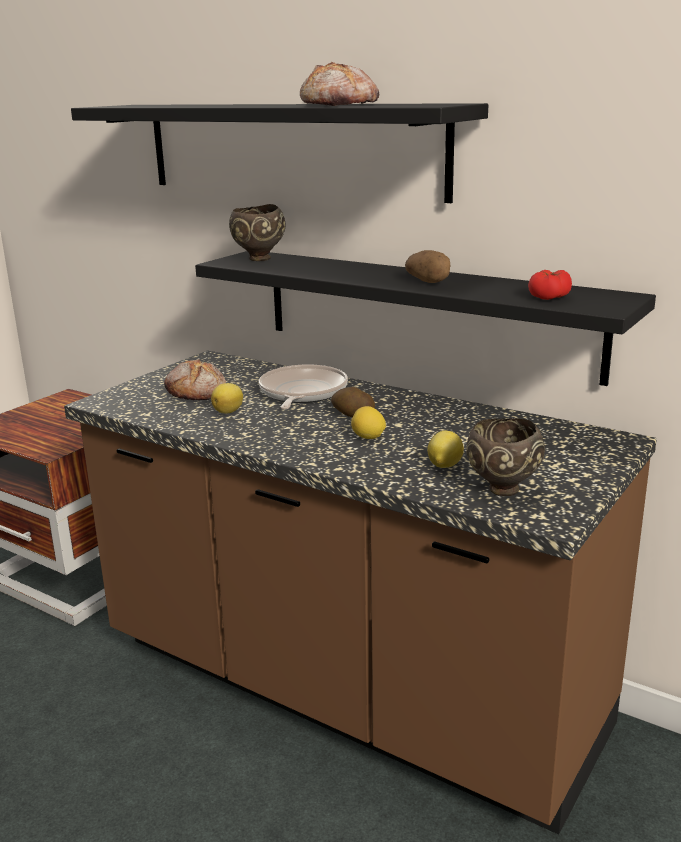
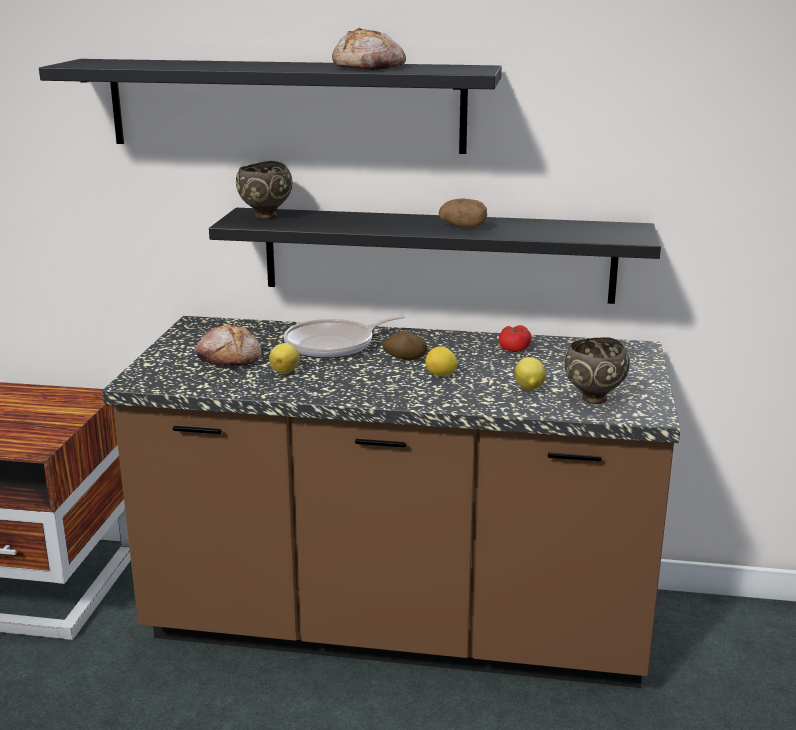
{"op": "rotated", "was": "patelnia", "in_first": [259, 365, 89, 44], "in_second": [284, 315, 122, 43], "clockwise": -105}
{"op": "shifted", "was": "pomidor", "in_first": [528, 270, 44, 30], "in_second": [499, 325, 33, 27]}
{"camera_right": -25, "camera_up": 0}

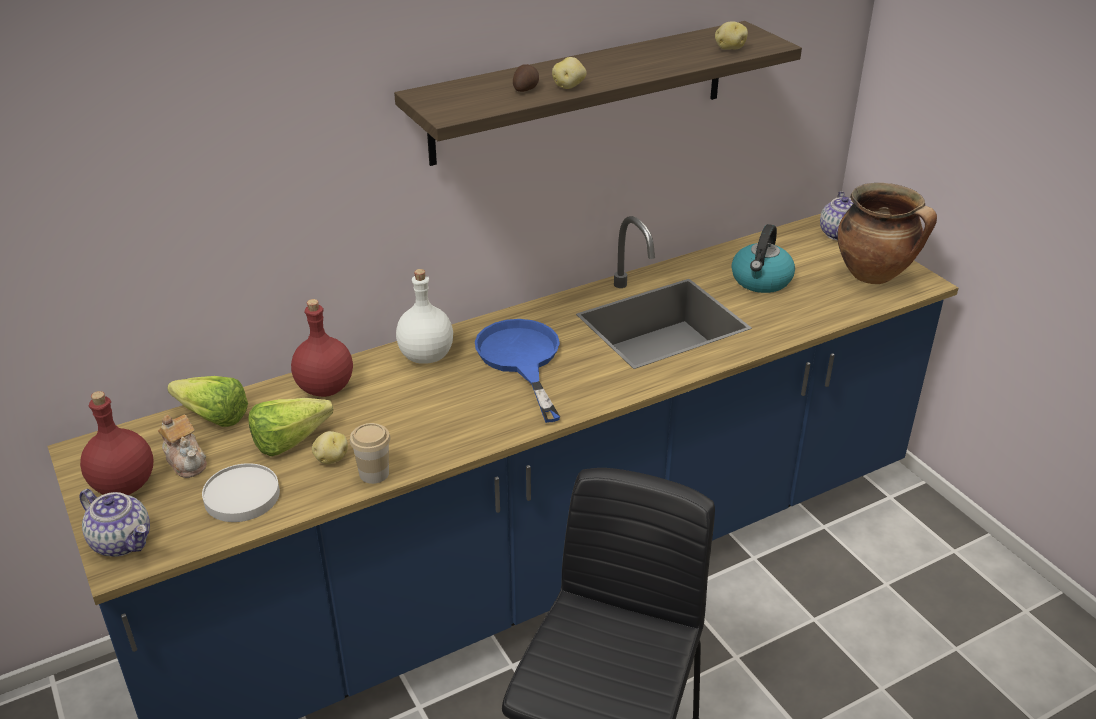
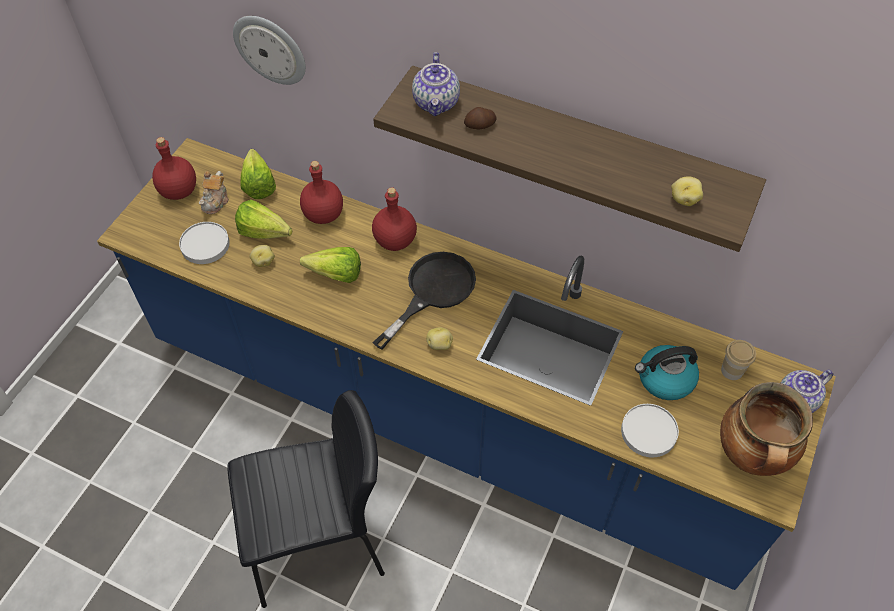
{"op": "shifted", "was": "imbryk", "in_first": [79, 489, 71, 68], "in_second": [412, 52, 48, 64]}
{"op": "shifted", "was": "filiżanka", "in_first": [350, 423, 41, 61], "in_second": [721, 340, 35, 40]}
{"op": "repainted", "was": "butelka [biały]", "now": "butelka [czerwony]", "in_first": [396, 269, 57, 95], "in_second": [372, 187, 45, 64]}
{"op": "repainted", "was": "patelnia [niebieski]", "now": "patelnia [czarny]", "in_first": [475, 319, 85, 104], "in_second": [372, 252, 104, 98]}
{"op": "shifted", "was": "ziemniak", "in_first": [552, 57, 35, 32], "in_second": [426, 327, 27, 23]}
{"op": "new", "now": "zegar ścienny", "in_second": [233, 16, 73, 69]}
{"op": "new", "now": "sałata", "in_second": [300, 247, 61, 36]}
{"op": "new", "now": "talerz [biały]", "in_second": [621, 404, 58, 53]}
{"camera_right": 55, "camera_up": 20}

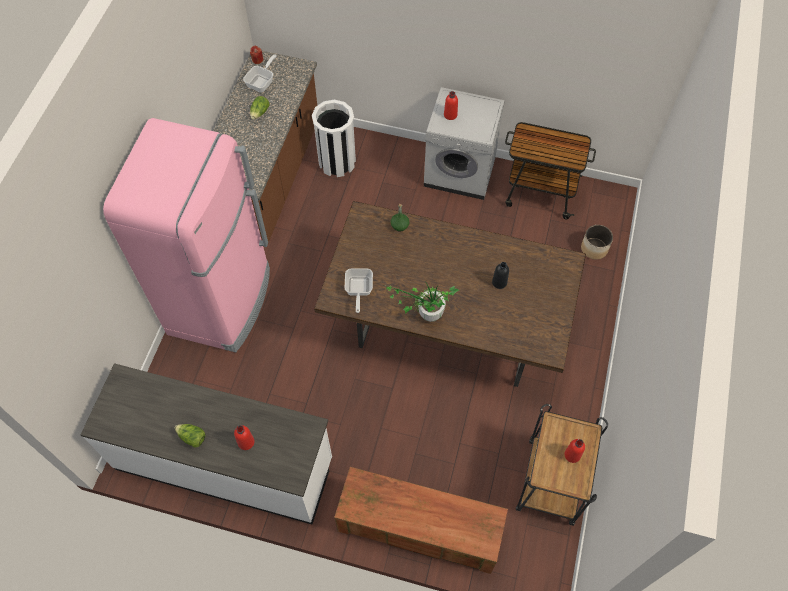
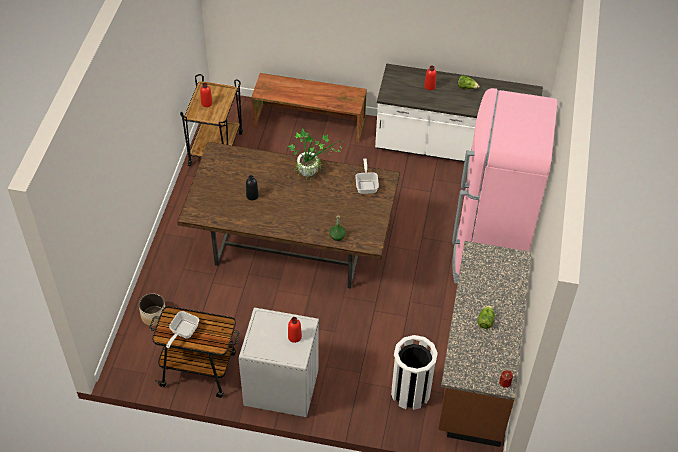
{"op": "shifted", "was": "patelnia", "in_first": [243, 55, 34, 37], "in_second": [166, 311, 33, 37]}
{"camera_right": 175, "camera_up": -10}

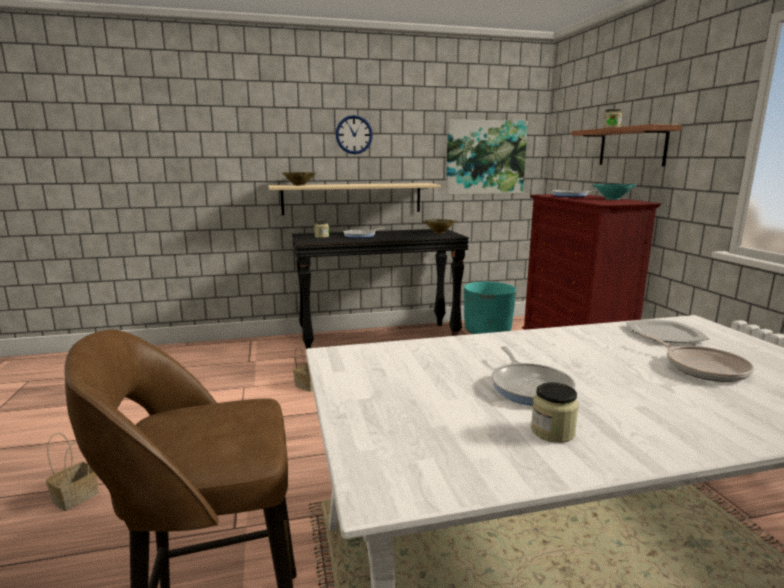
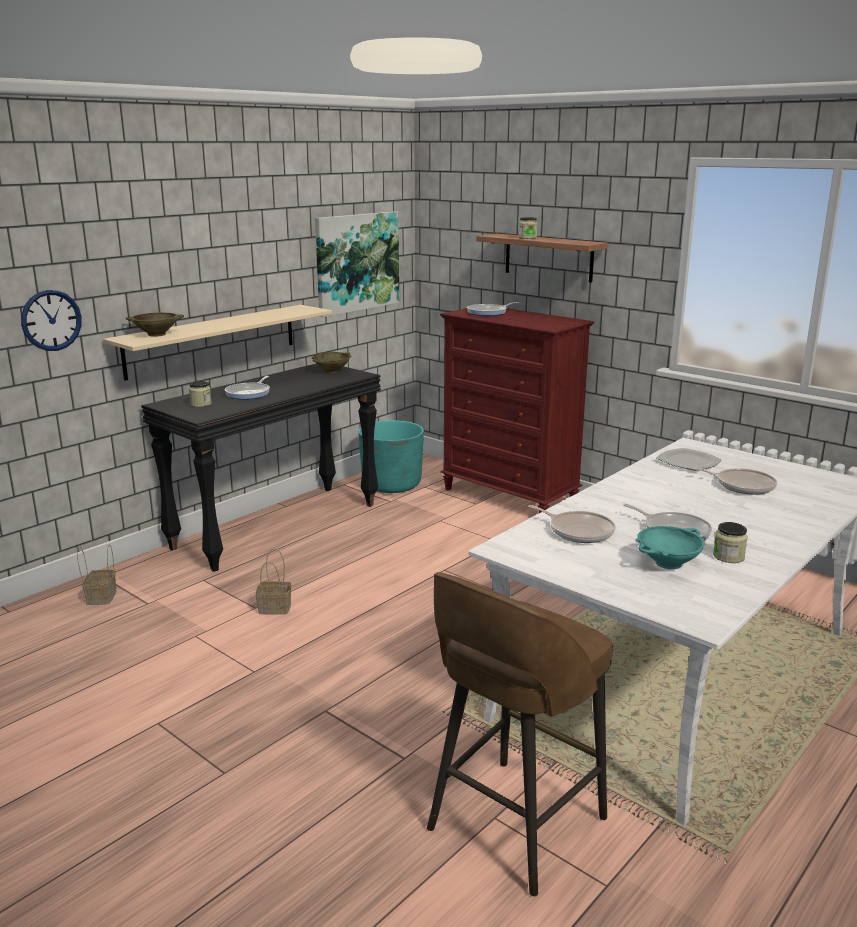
{"op": "shifted", "was": "koszyk", "in_first": [46, 433, 53, 78], "in_second": [77, 545, 40, 60]}
{"op": "shifted", "was": "zegar ścienny", "in_first": [336, 115, 37, 39], "in_second": [21, 290, 61, 61]}
{"op": "shifted", "was": "miska [turkusowy]", "in_first": [592, 184, 44, 16], "in_second": [635, 526, 70, 43]}
{"op": "new", "now": "patelnia", "in_second": [528, 505, 87, 38]}
{"camera_right": -35, "camera_up": 5}

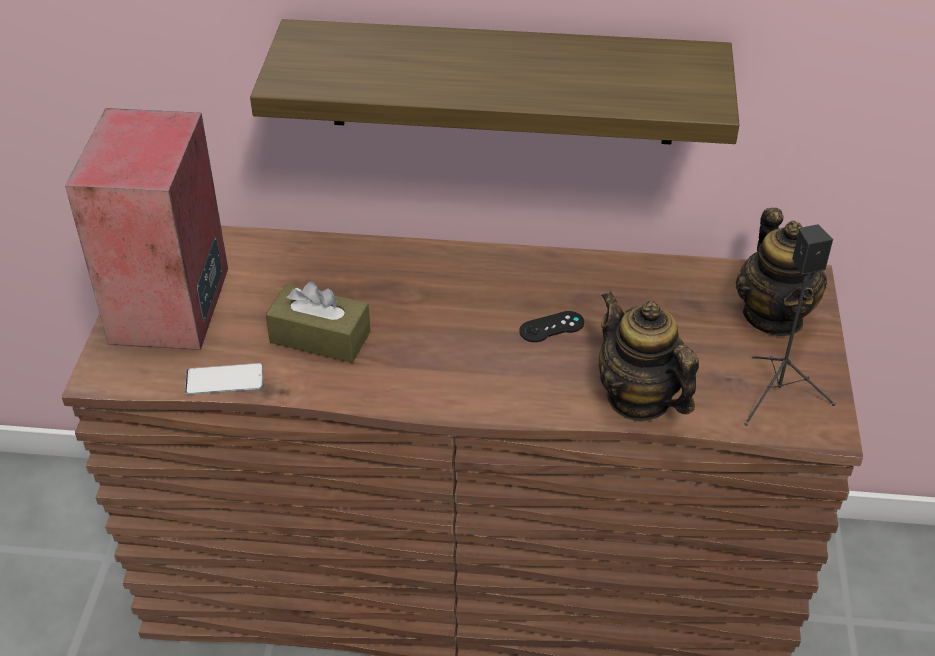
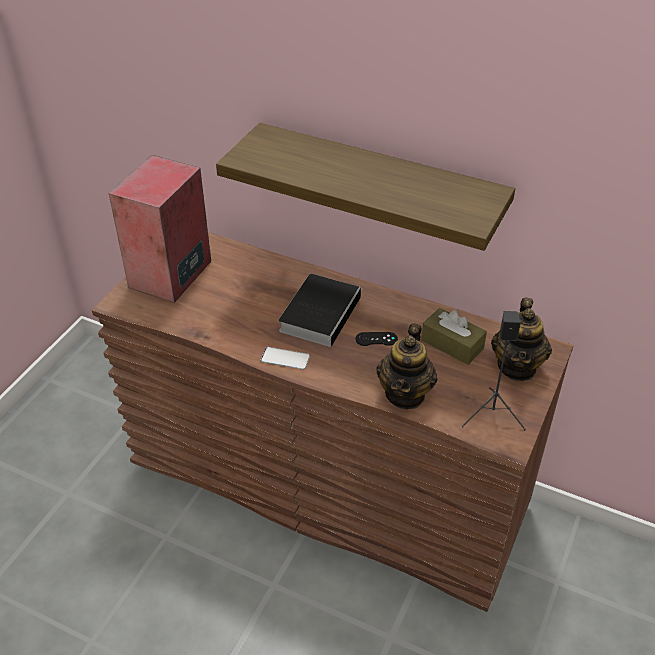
{"op": "shifted", "was": "telefon", "in_first": [185, 363, 78, 32], "in_second": [261, 347, 49, 22]}
{"op": "shifted", "was": "pudełko chusteczek [brązowy]", "in_first": [266, 281, 105, 82], "in_second": [421, 308, 66, 57]}
{"op": "rotated", "was": "imbryk", "in_first": [599, 291, 100, 130], "in_second": [376, 323, 61, 86], "clockwise": -150}
{"op": "new", "now": "książka", "in_second": [279, 274, 83, 73]}
{"camera_right": 20, "camera_up": 0}

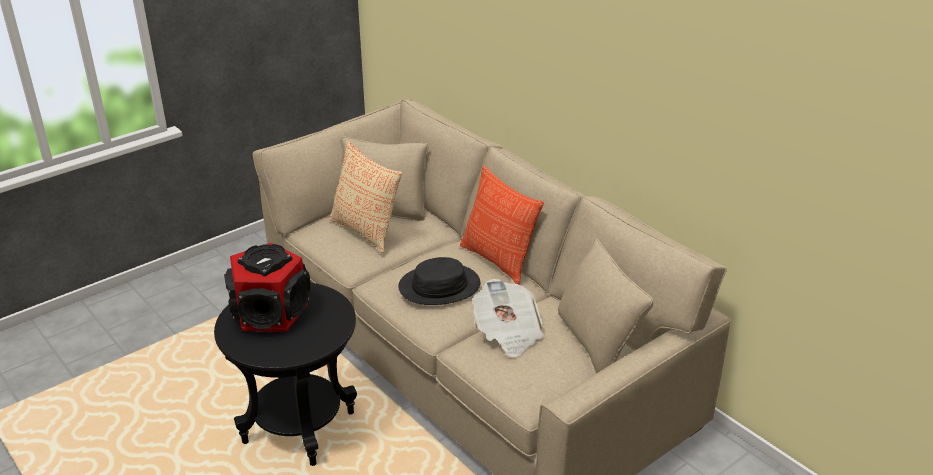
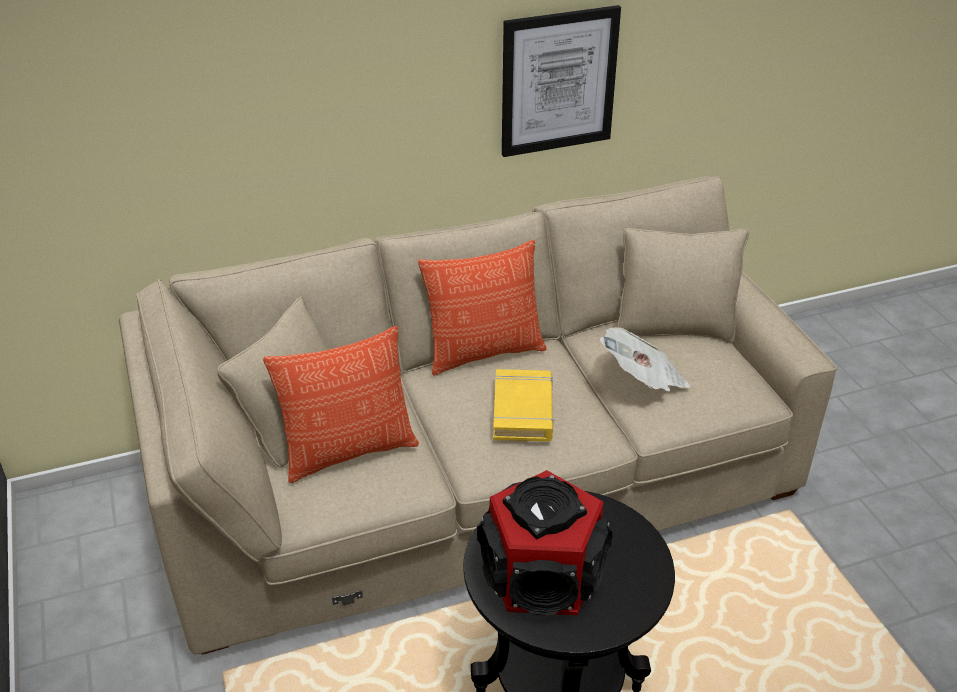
{"op": "repainted", "was": "poduszka [beżowy]", "now": "poduszka [pomarańczowy]", "in_first": [329, 141, 73, 112], "in_second": [263, 326, 156, 157]}
{"op": "swapped", "was": "kapelusz [czarny]", "now": "książka [żółty]", "in_first": [398, 257, 82, 48], "in_second": [493, 369, 61, 73]}
{"op": "new", "now": "obraz", "in_second": [502, 5, 119, 152]}
{"camera_right": -70, "camera_up": 5}

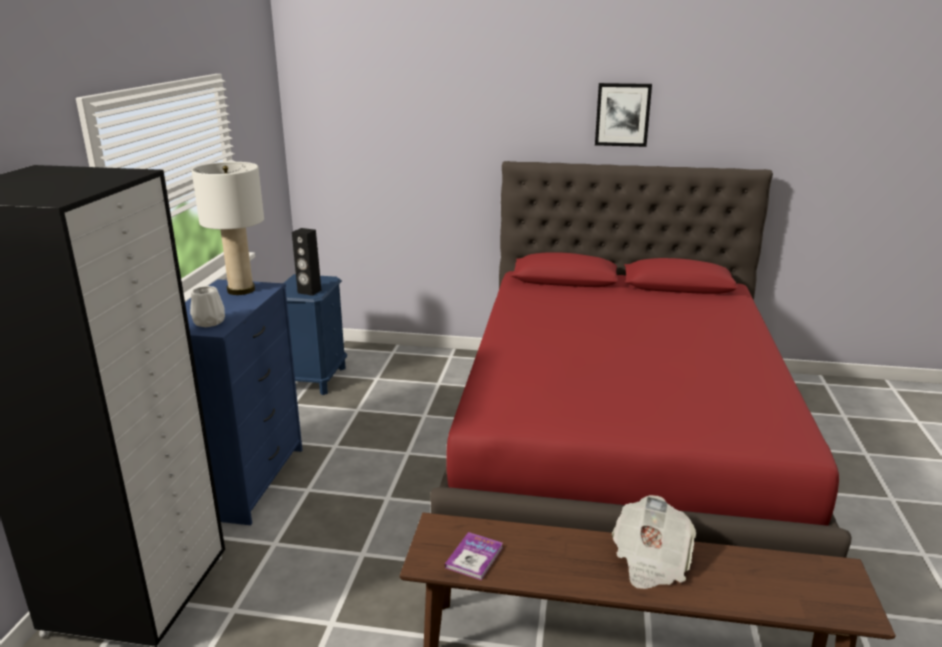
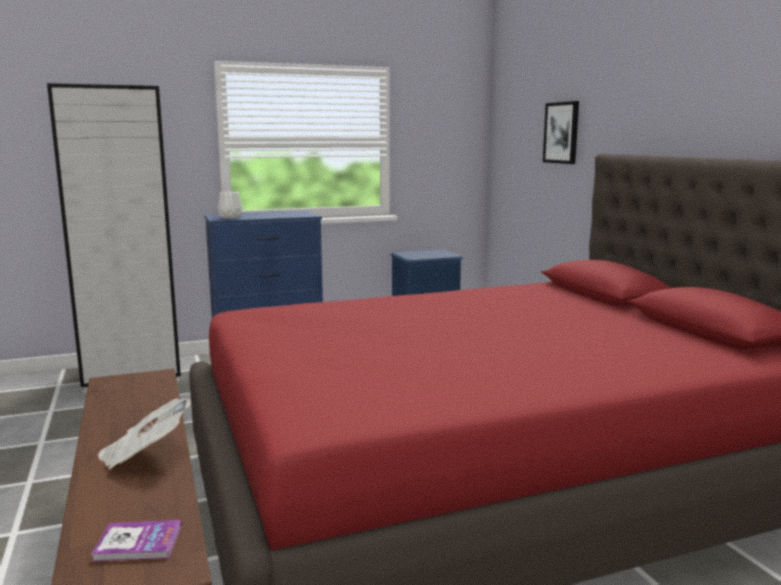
{"op": "gone", "was": "lampa stołowa [biały]", "in_first": [192, 162, 72, 133]}
{"op": "gone", "was": "głośnik [czarny]", "in_first": [292, 228, 29, 68]}
{"op": "shifted", "was": "książka", "in_first": [445, 532, 58, 48], "in_second": [91, 520, 91, 42]}
{"op": "shifted", "was": "obraz", "in_first": [595, 83, 57, 64], "in_second": [543, 101, 36, 63]}
{"camera_right": 60, "camera_up": -10}

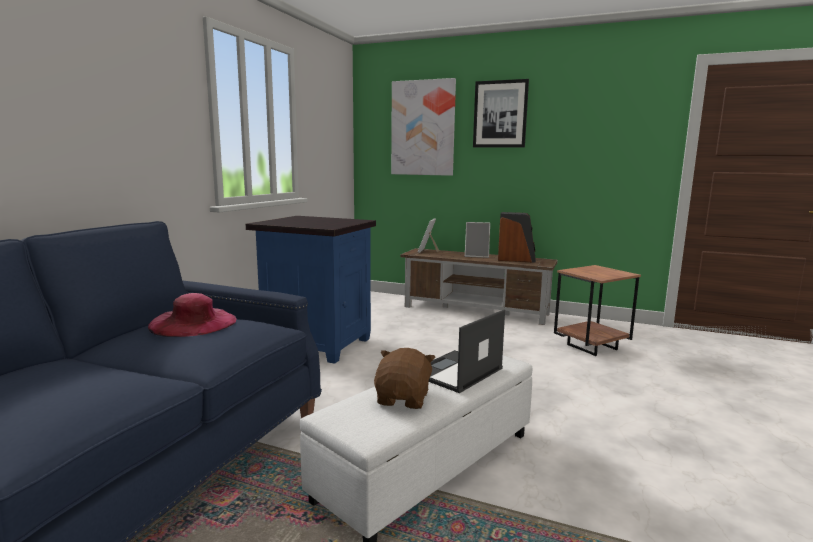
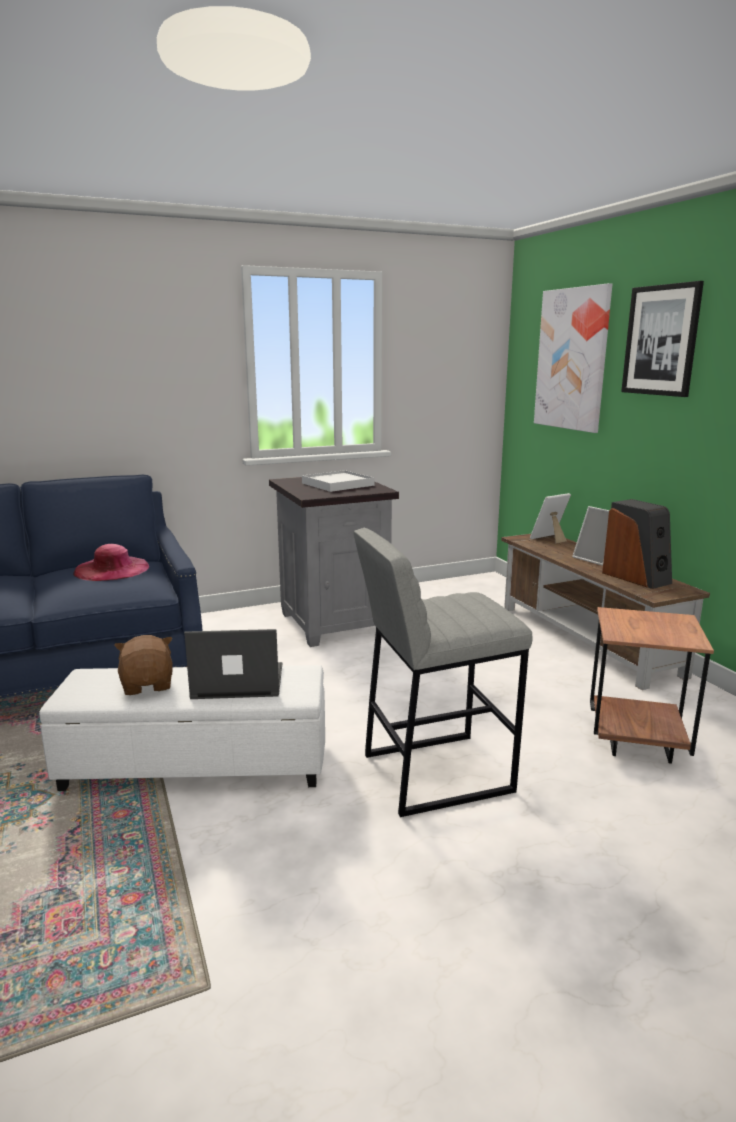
{"op": "repainted", "was": "szafka [niebieski]", "now": "szafka [szary]", "in_first": [246, 216, 130, 148], "in_second": [269, 477, 130, 170]}
{"op": "rotated", "was": "pluszak [brązowy]", "in_first": [374, 348, 61, 61], "in_second": [114, 635, 59, 60], "clockwise": -75}
{"op": "new", "now": "taca [biały]", "in_second": [302, 470, 72, 22]}
{"op": "new", "now": "stołek [szary]", "in_second": [353, 528, 180, 289]}
{"camera_right": 45, "camera_up": 5}

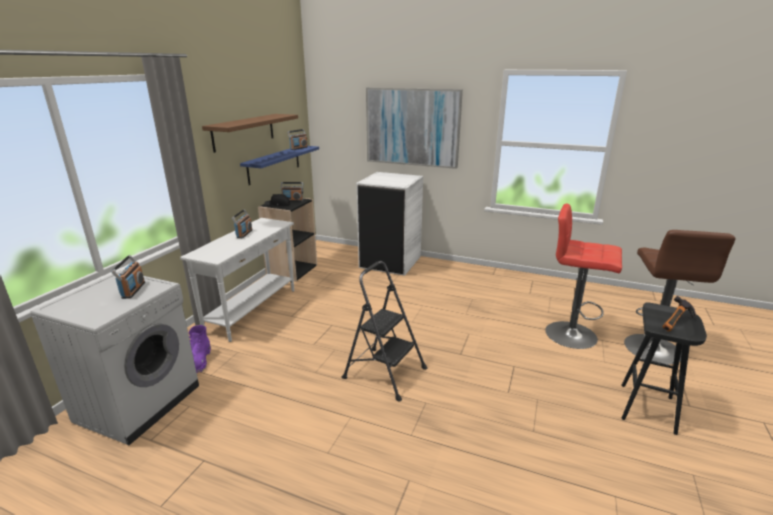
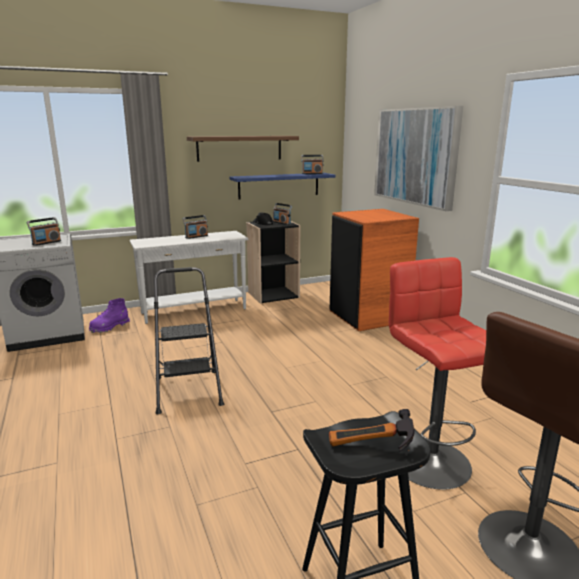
{"op": "repainted", "was": "szafka [biały]", "now": "szafka [pomarańczowy]", "in_first": [356, 172, 67, 104], "in_second": [329, 209, 90, 122]}
{"camera_right": 45, "camera_up": -5}

